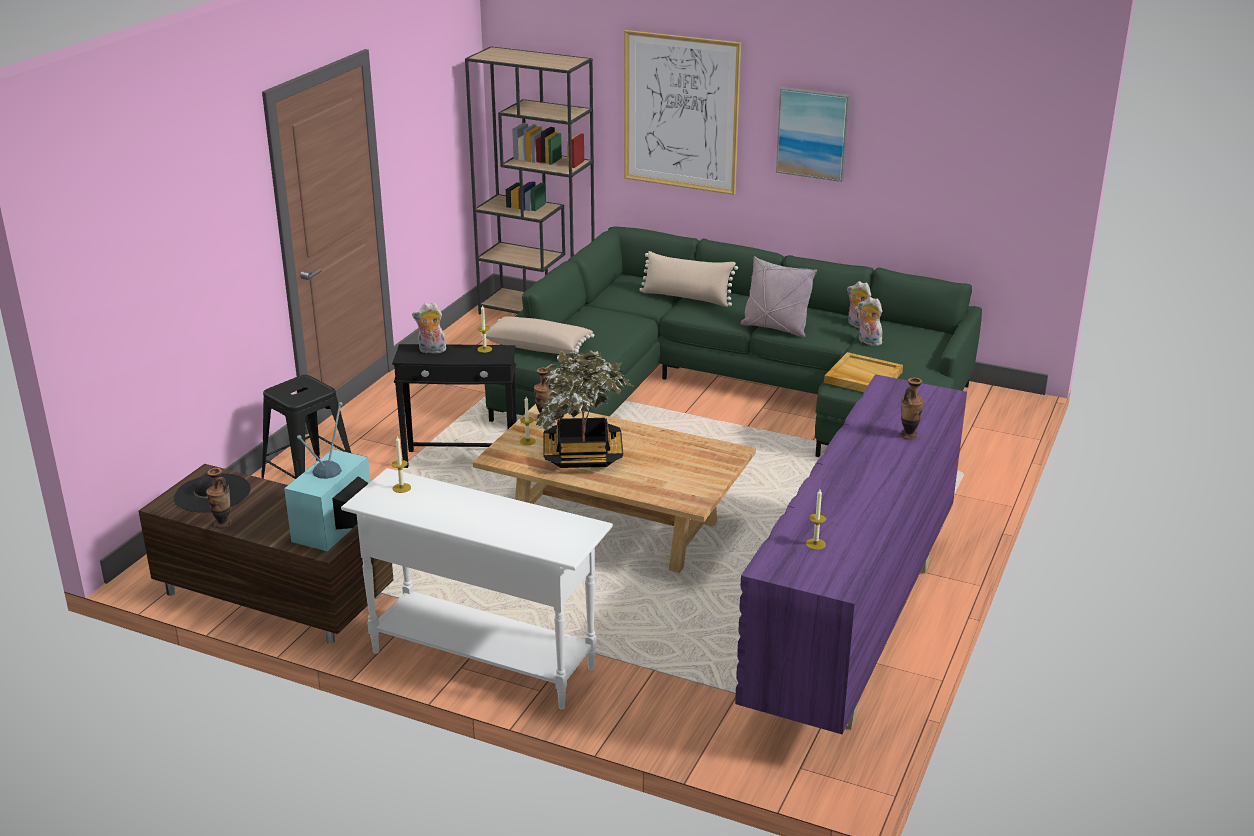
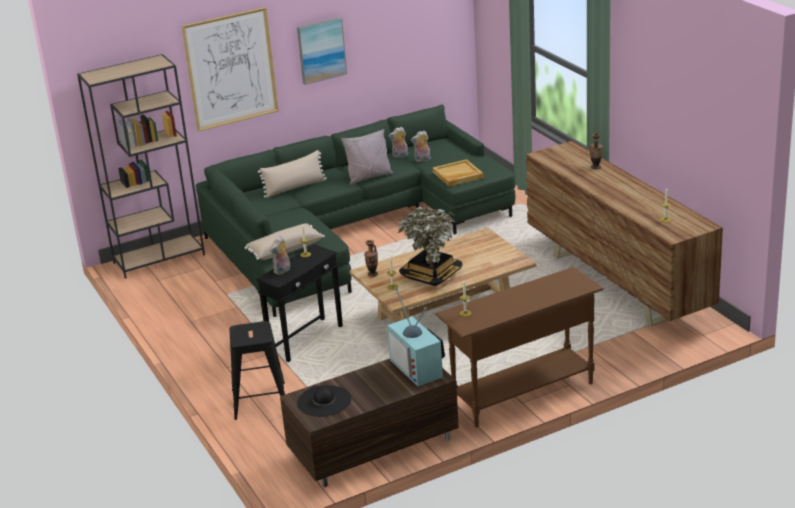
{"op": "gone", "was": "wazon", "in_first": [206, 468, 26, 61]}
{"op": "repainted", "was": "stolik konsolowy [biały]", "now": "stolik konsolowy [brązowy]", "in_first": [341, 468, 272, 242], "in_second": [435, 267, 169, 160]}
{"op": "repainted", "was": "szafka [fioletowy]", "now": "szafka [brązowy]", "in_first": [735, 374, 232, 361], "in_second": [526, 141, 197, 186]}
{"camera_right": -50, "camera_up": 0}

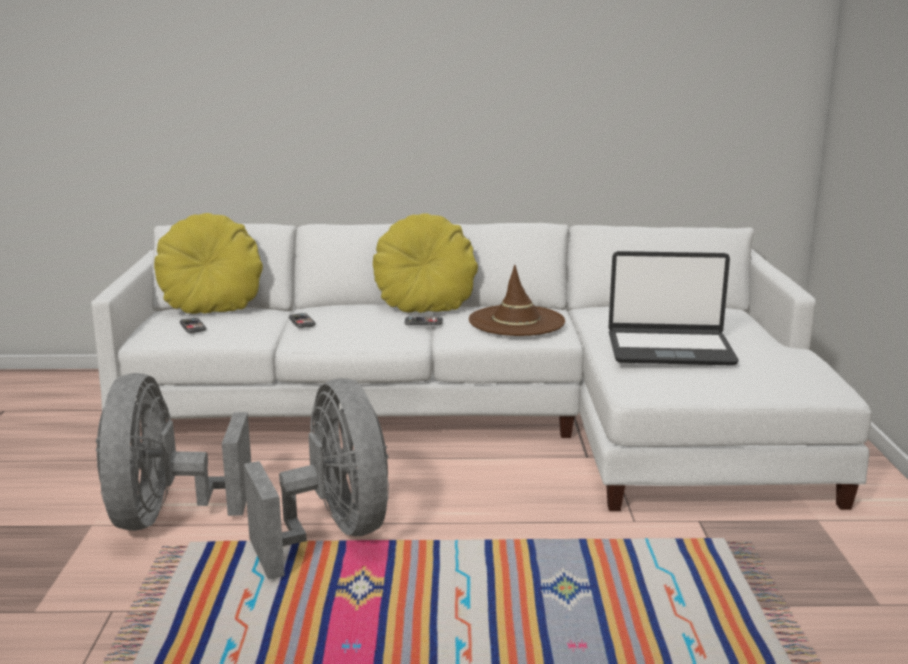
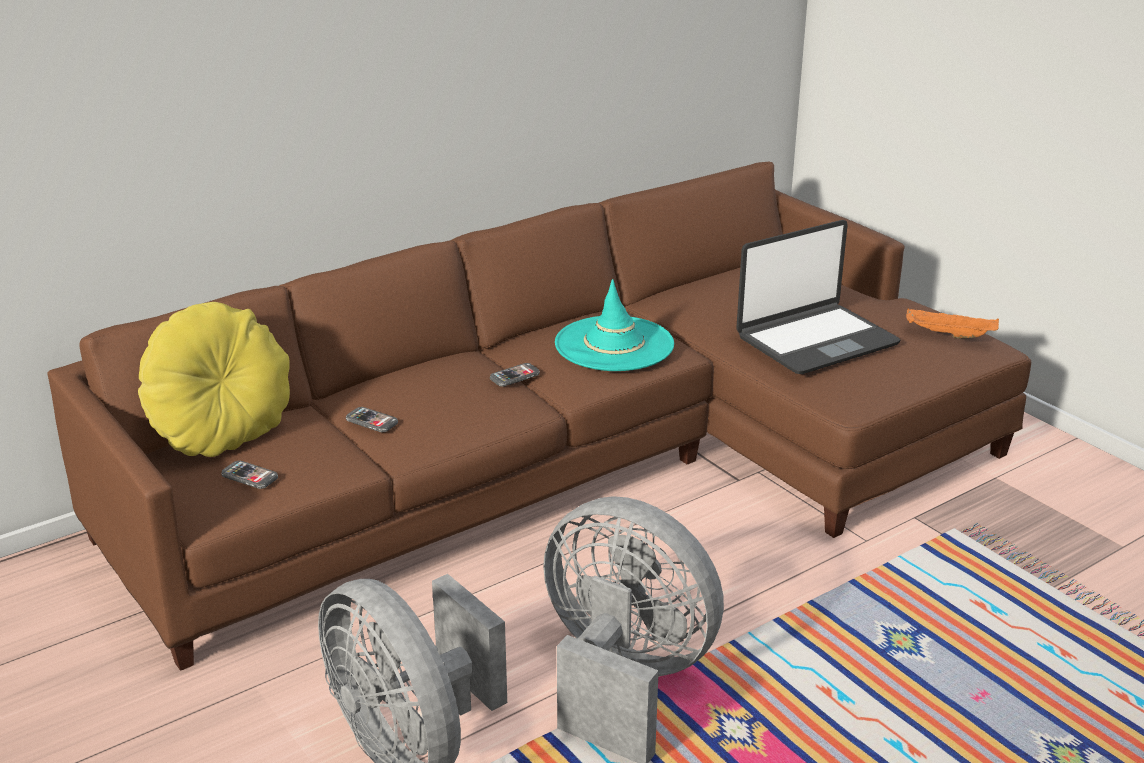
{"op": "repainted", "was": "kanapa [biały]", "now": "kanapa [brązowy]", "in_first": [91, 223, 781, 288], "in_second": [47, 162, 984, 509]}
{"op": "gone", "was": "poduszka [żółty]", "in_first": [373, 213, 105, 100]}
{"op": "repainted", "was": "kapelusz [brązowy]", "now": "kapelusz [turkusowy]", "in_first": [469, 265, 96, 71], "in_second": [555, 279, 119, 92]}
{"op": "new", "now": "taca [pomarańczowy]", "in_second": [906, 309, 93, 30]}
{"camera_right": -35, "camera_up": 10}

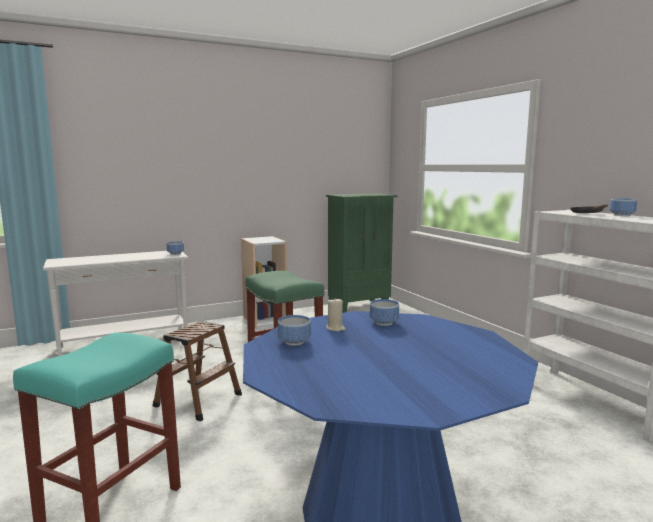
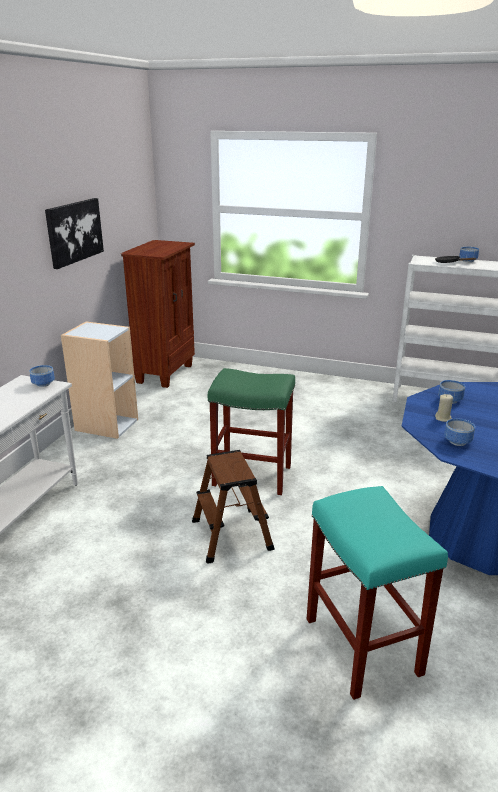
{"op": "repainted", "was": "szafka [zielony]", "now": "szafka [brązowy]", "in_first": [326, 193, 71, 120], "in_second": [121, 240, 74, 148]}
{"op": "new", "now": "obraz", "in_second": [45, 198, 59, 71]}
{"camera_right": -45, "camera_up": 15}

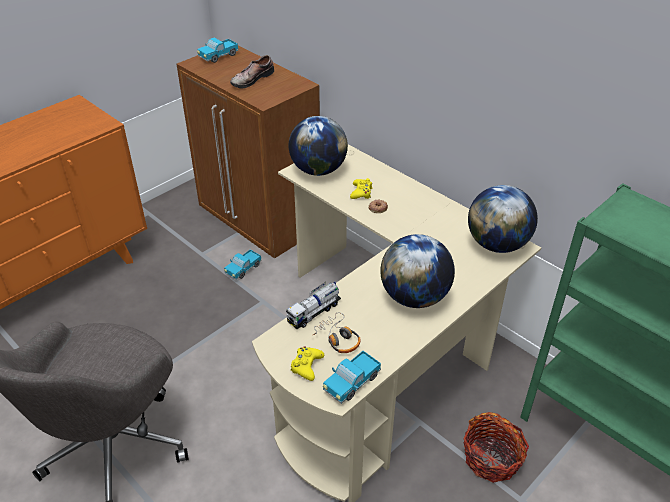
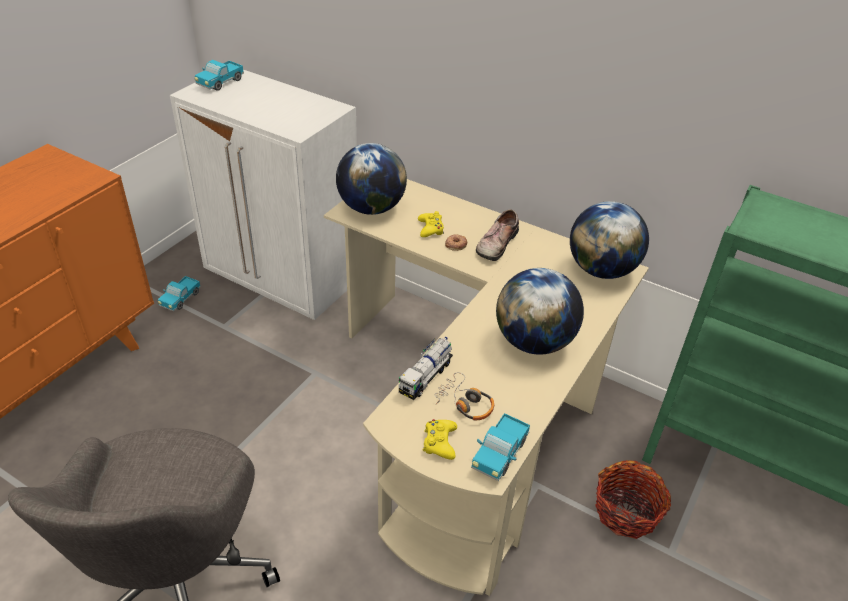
{"op": "repainted", "was": "szafka [brązowy]", "now": "szafka [biały]", "in_first": [176, 46, 144, 213], "in_second": [170, 70, 187, 250]}
{"op": "shifted", "was": "ciężarówka zabawkowa", "in_first": [224, 250, 38, 30], "in_second": [158, 276, 43, 35]}
{"op": "shifted", "was": "but", "in_first": [230, 55, 44, 33], "in_second": [476, 209, 43, 52]}
{"camera_right": -15, "camera_up": 0}

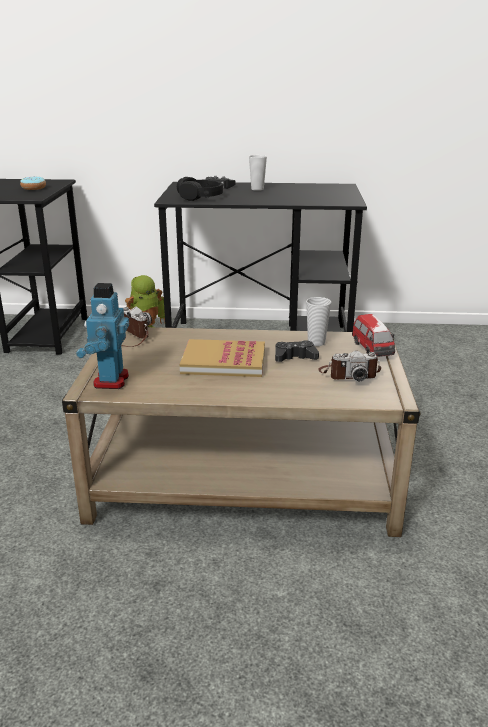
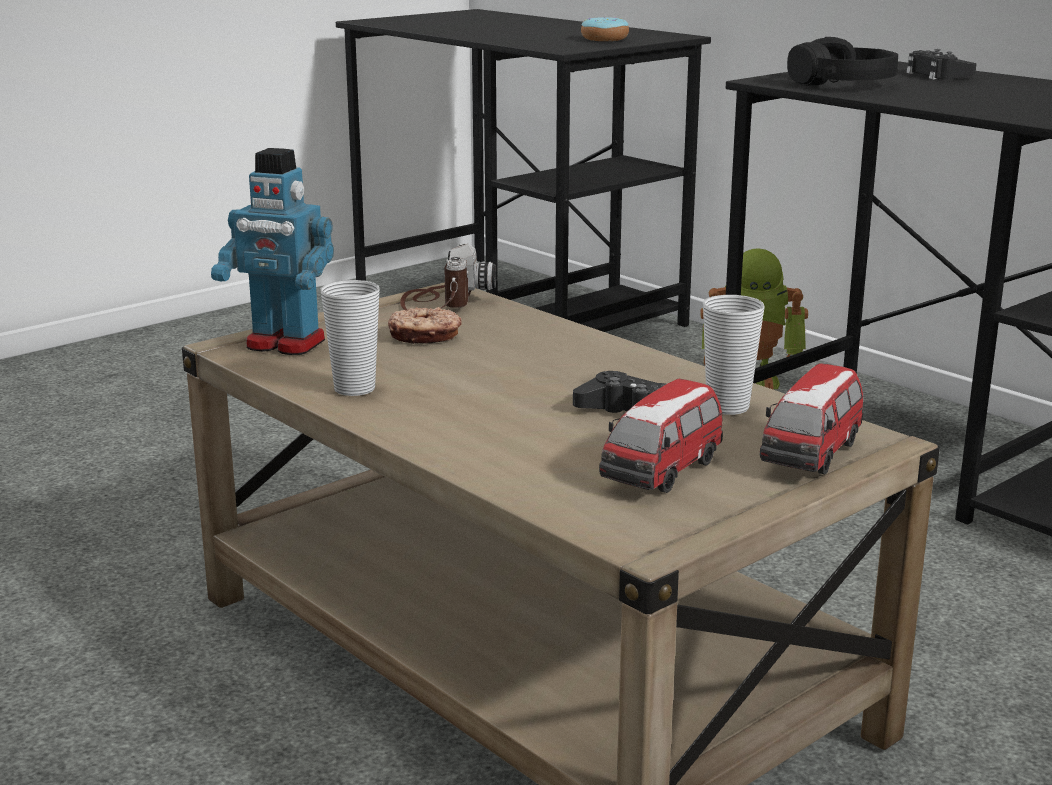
{"op": "rotated", "was": "robot zabawkowy", "in_first": [76, 283, 53, 106], "in_second": [211, 148, 123, 207], "clockwise": -120}
{"op": "gone", "was": "książka", "in_first": [180, 339, 85, 38]}
{"op": "shifted", "was": "filiżanka", "in_first": [249, 155, 18, 36], "in_second": [321, 280, 59, 116]}
{"op": "swapped", "was": "aparat fotograficzny", "now": "samochodzik", "in_first": [318, 350, 63, 31], "in_second": [599, 379, 124, 114]}
{"op": "new", "now": "donut", "in_second": [388, 307, 73, 37]}
{"camera_right": 45, "camera_up": -5}

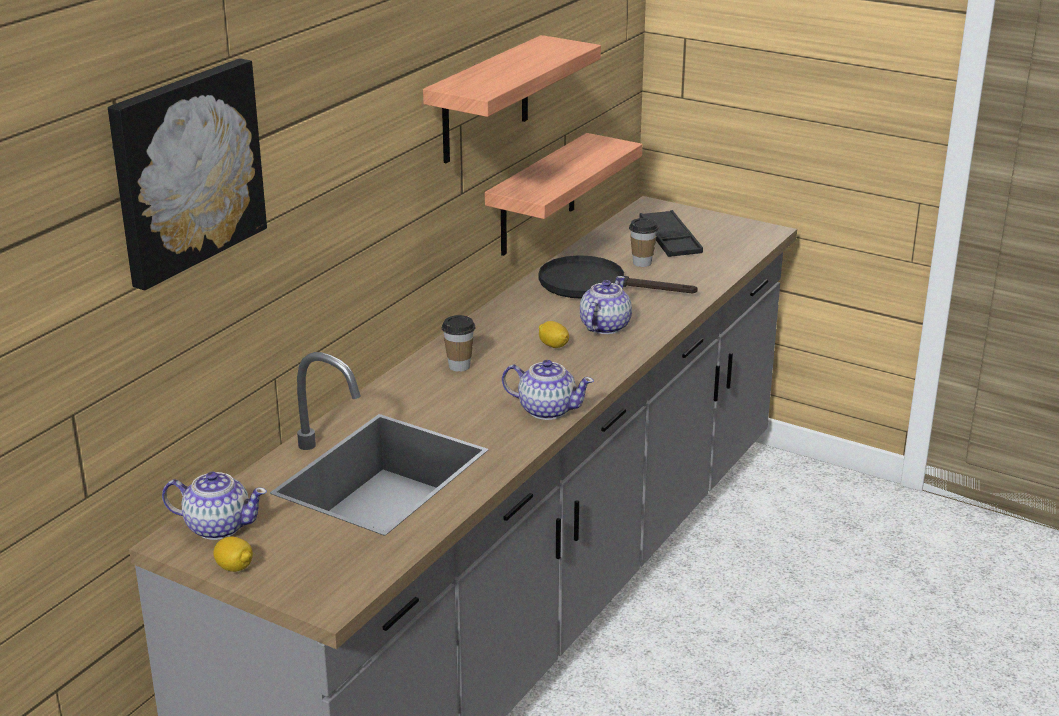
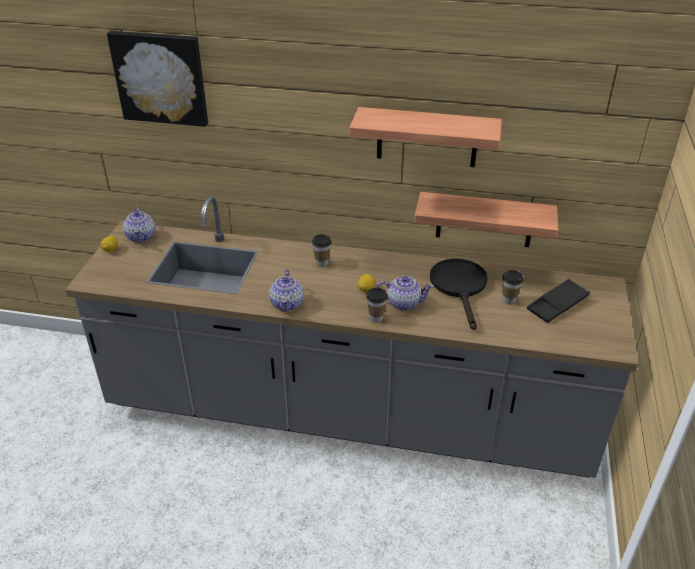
{"op": "new", "now": "filiżanka", "in_second": [366, 288, 22, 35]}
{"camera_right": 70, "camera_up": 10}

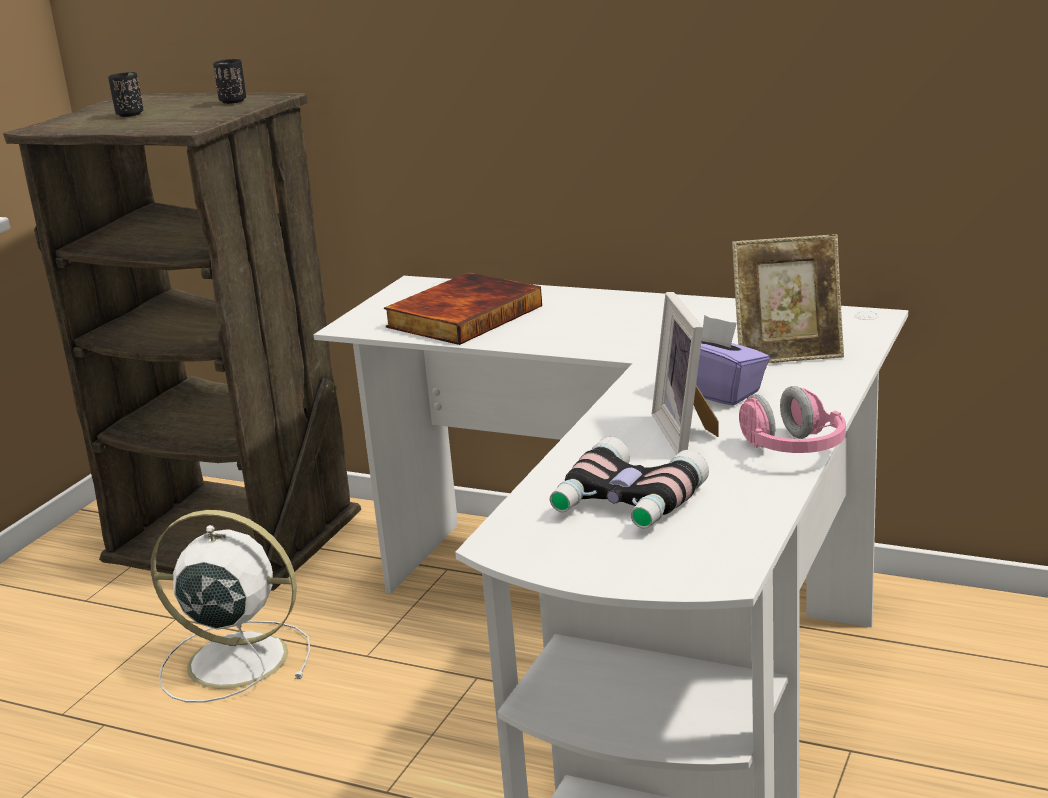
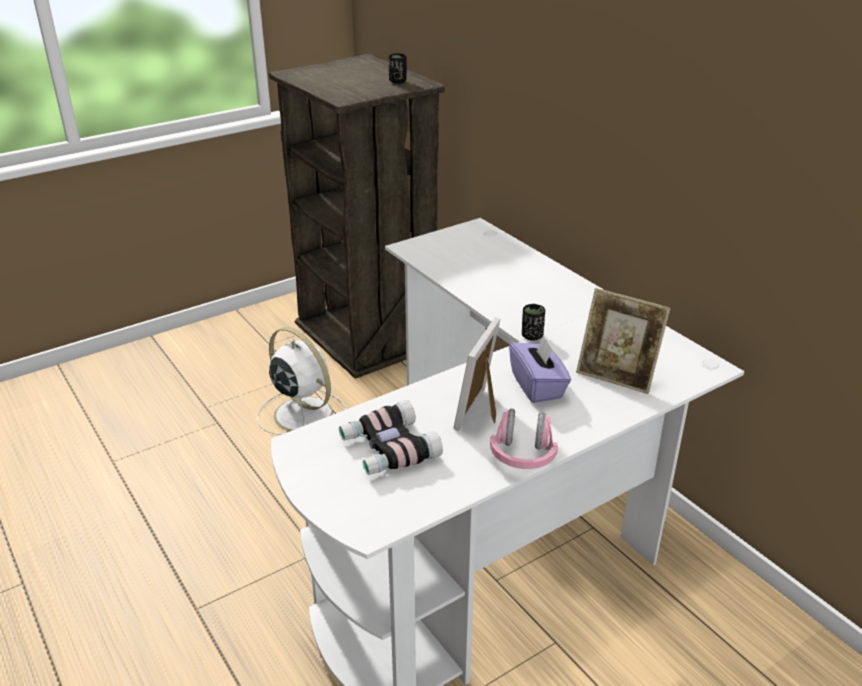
{"op": "shifted", "was": "filiżanka [czarny]", "in_first": [108, 72, 35, 45], "in_second": [522, 304, 23, 37]}
{"op": "gone", "was": "książka", "in_first": [384, 272, 158, 73]}
{"camera_right": 30, "camera_up": 10}

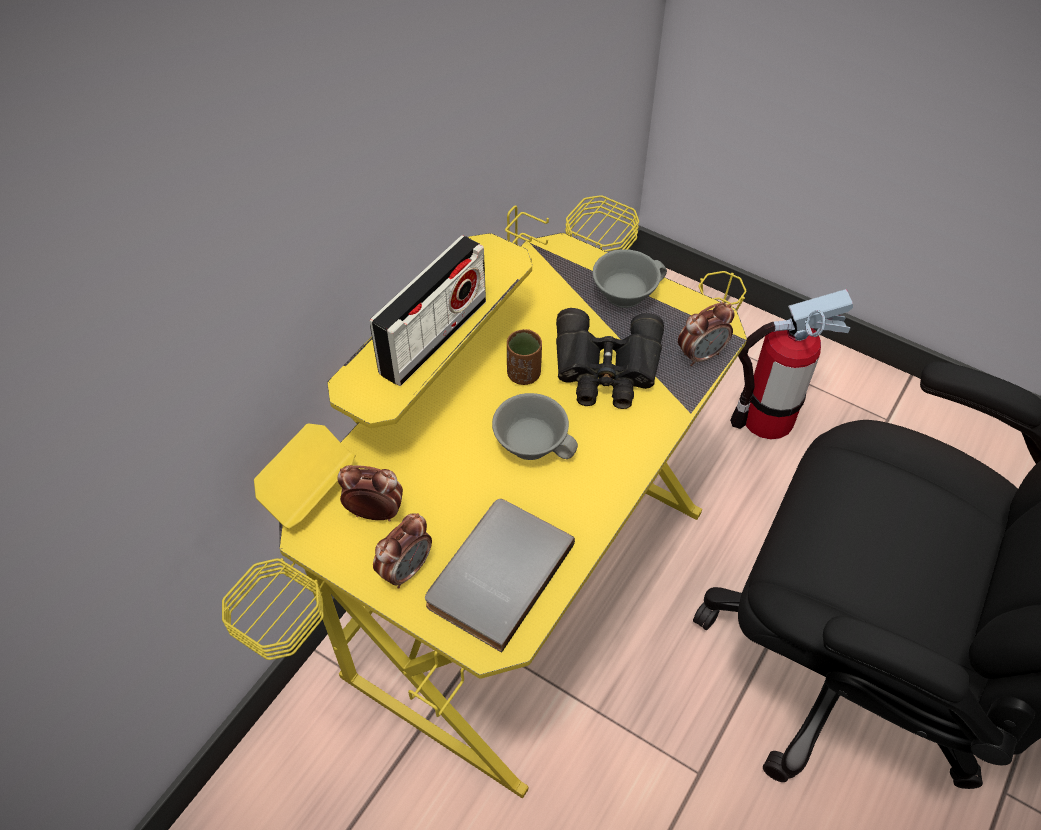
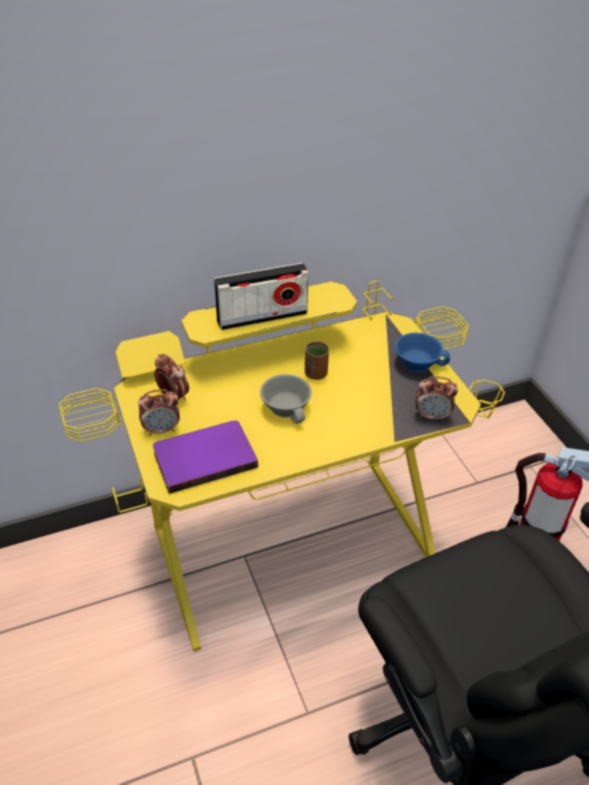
{"op": "repainted", "was": "książka [szary]", "now": "książka [fioletowy]", "in_first": [425, 499, 150, 153], "in_second": [153, 421, 105, 73]}
{"op": "gone", "was": "lornetka [czarny]", "in_first": [556, 308, 108, 101]}
{"op": "repainted", "was": "filiżanka [szary]", "now": "filiżanka [niebieski]", "in_first": [593, 249, 74, 59], "in_second": [395, 333, 55, 39]}
{"camera_right": 35, "camera_up": -10}

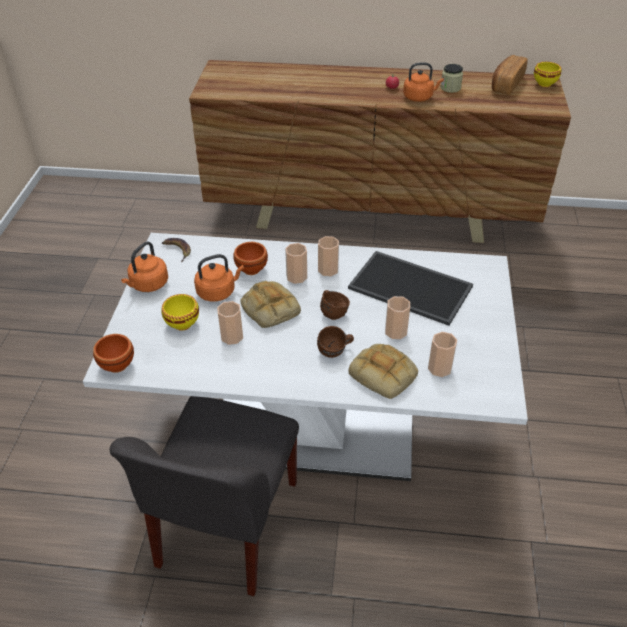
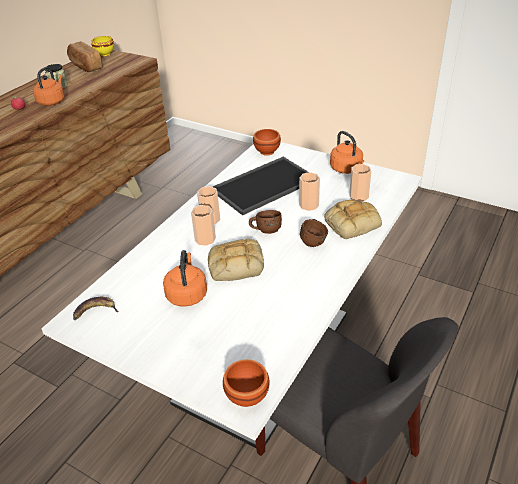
{"op": "shifted", "was": "czajnik [pomarańczowy]", "in_first": [121, 241, 47, 51], "in_second": [330, 131, 34, 43]}
{"op": "gone", "was": "miska [żółty]", "in_first": [161, 294, 38, 36]}
{"op": "gone", "was": "filiżanka", "in_first": [217, 301, 26, 44]}
{"op": "shifted", "was": "miska [brązowy]", "in_first": [234, 242, 34, 33], "in_second": [253, 129, 28, 27]}
{"camera_right": -65, "camera_up": -5}

